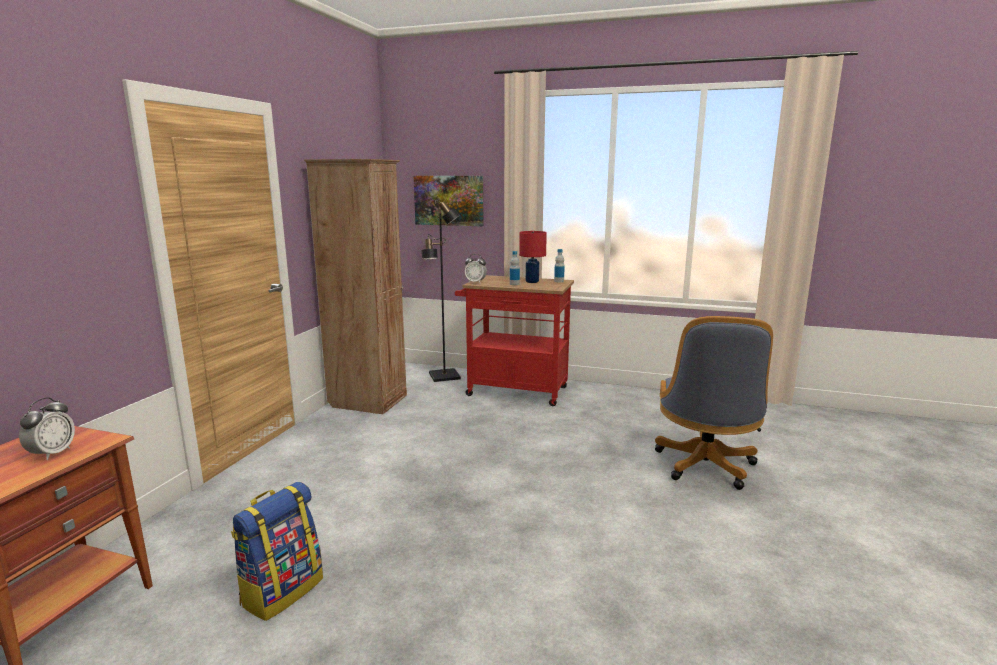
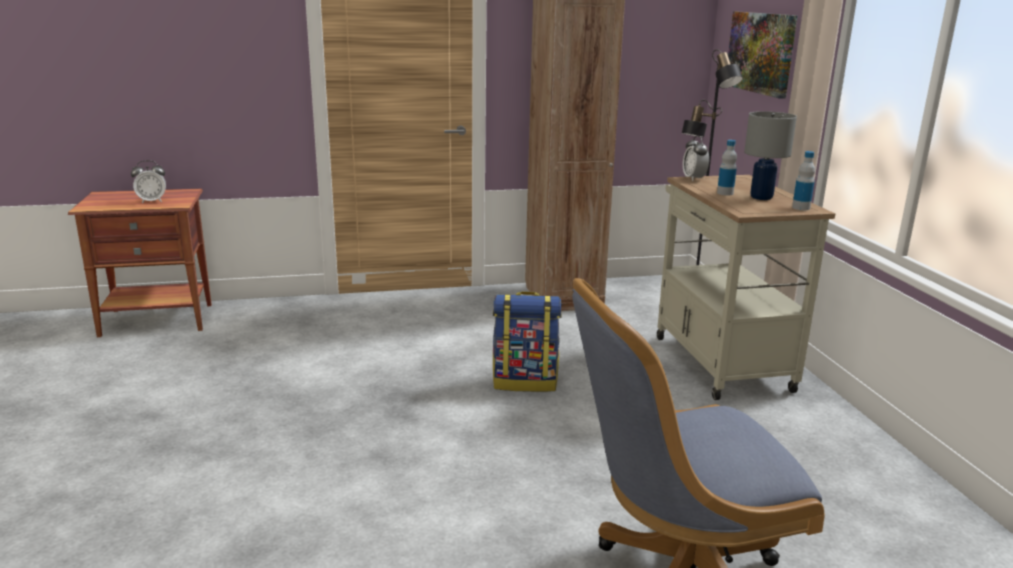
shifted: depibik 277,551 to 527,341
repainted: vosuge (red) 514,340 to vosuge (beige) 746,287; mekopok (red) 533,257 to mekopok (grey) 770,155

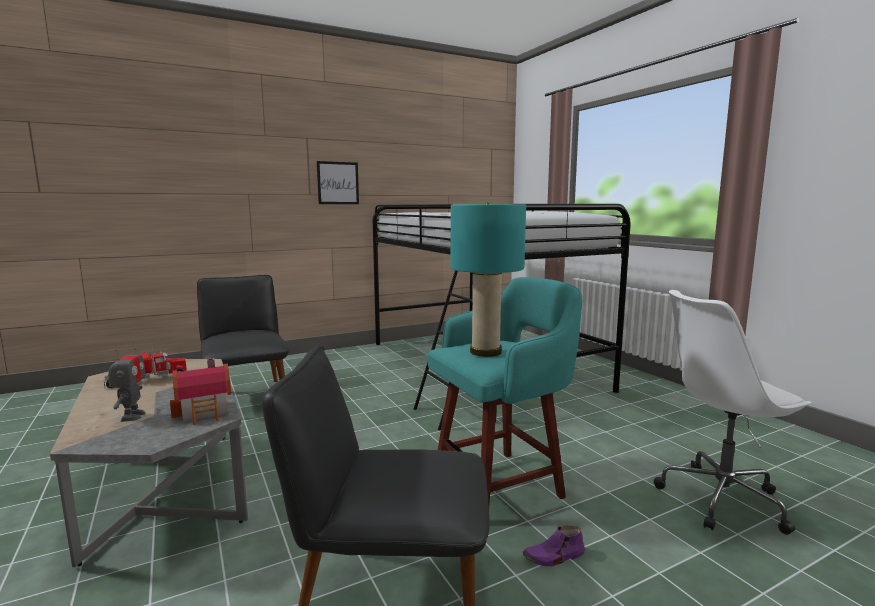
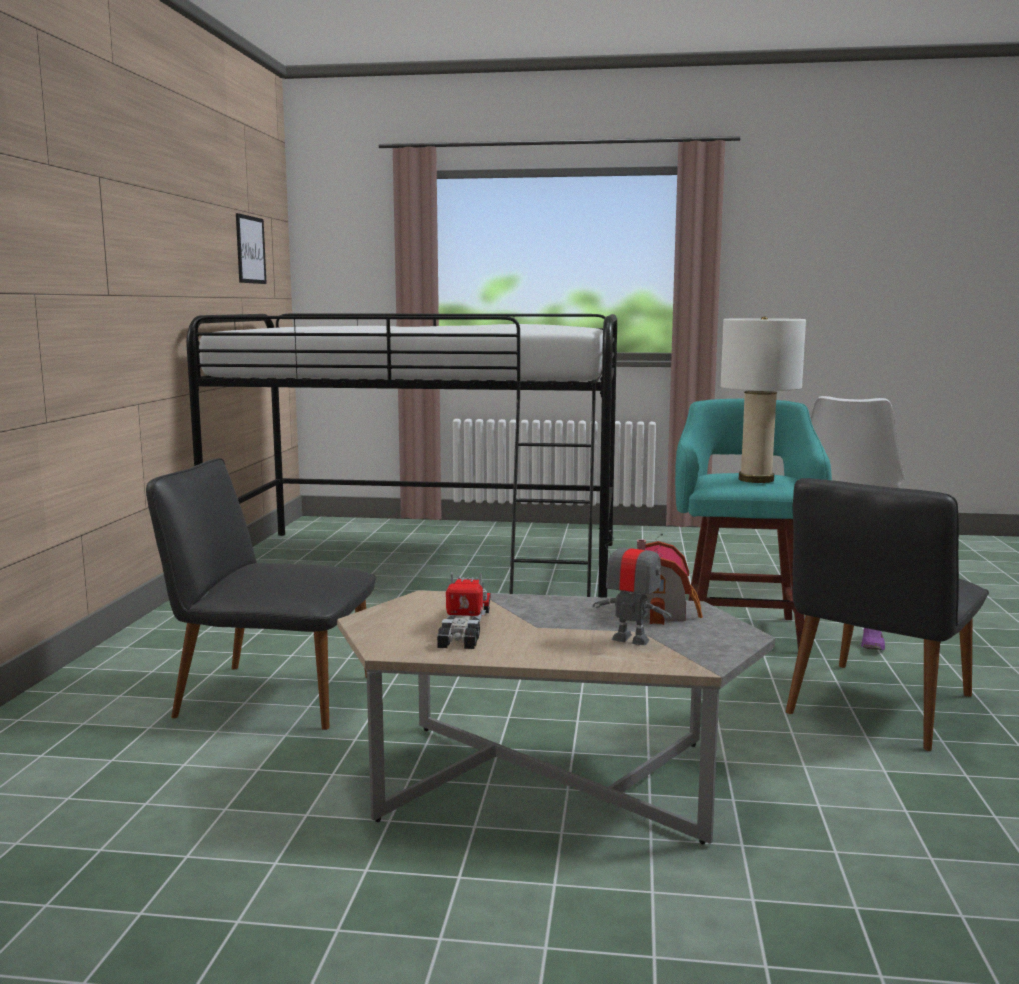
shifted: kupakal 338,182 to 251,248
repainted: mekopok (turquoise) 488,279 to mekopok (white) 763,399

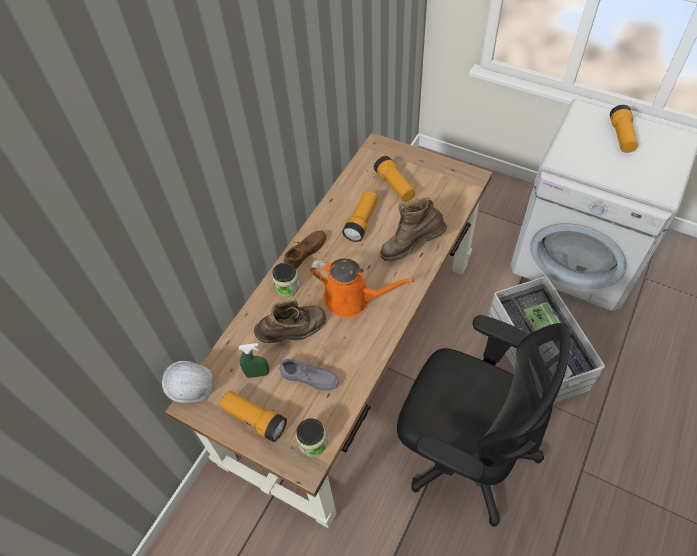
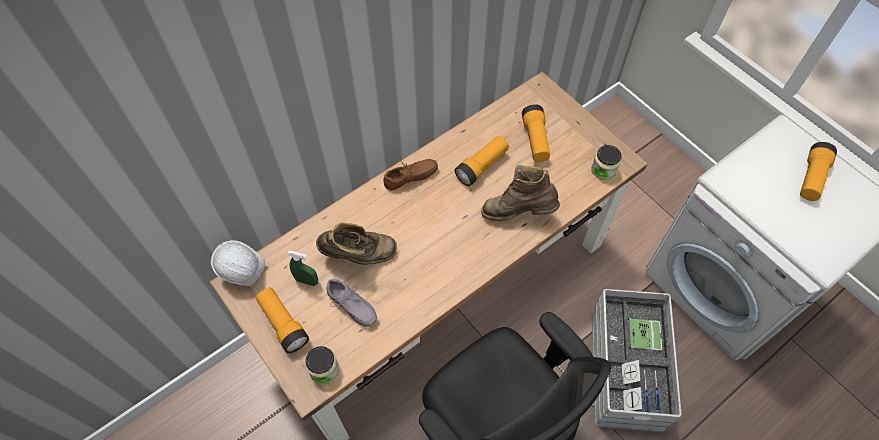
gone: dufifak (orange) 361,288
shifted: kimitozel 286,279 to 606,162

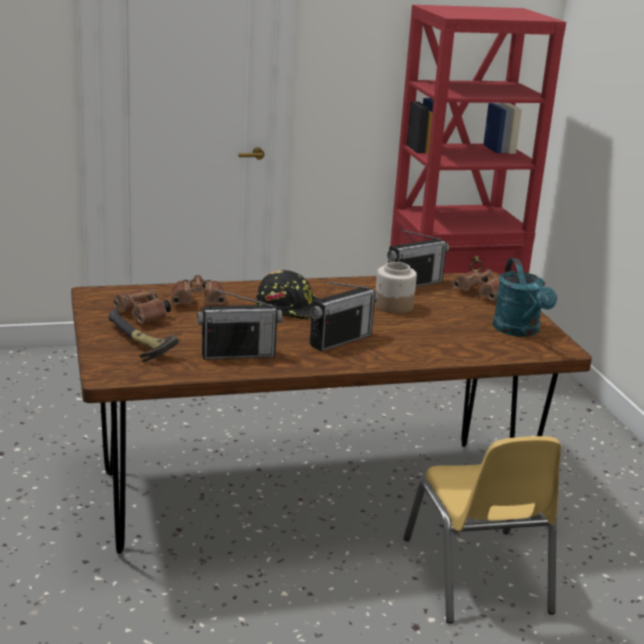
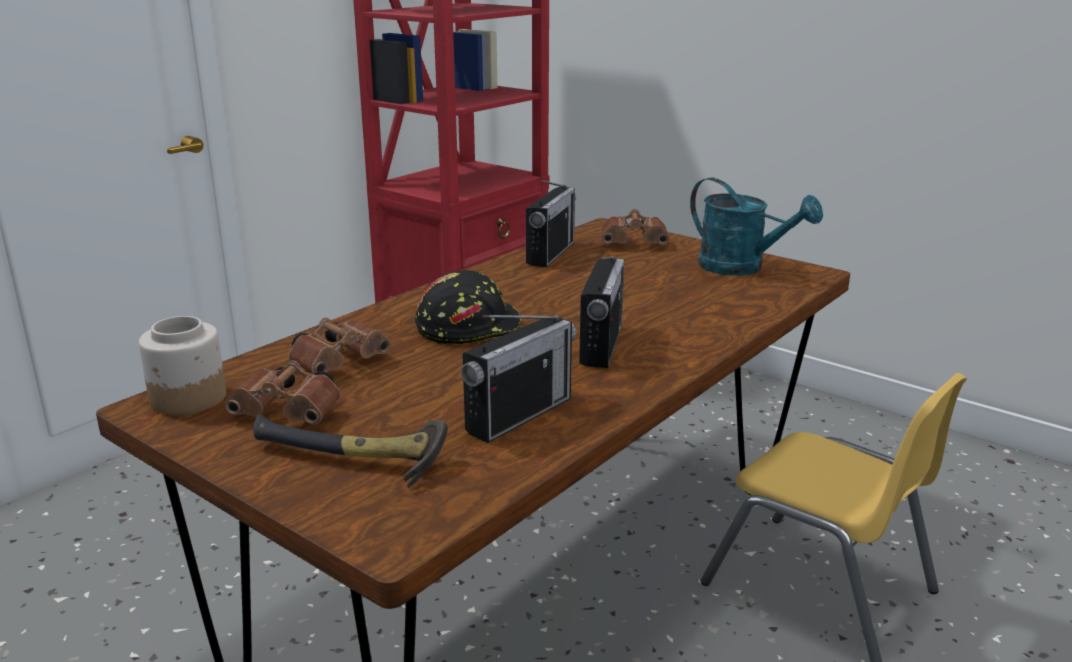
shifted: kimitozel 396,288 to 182,365

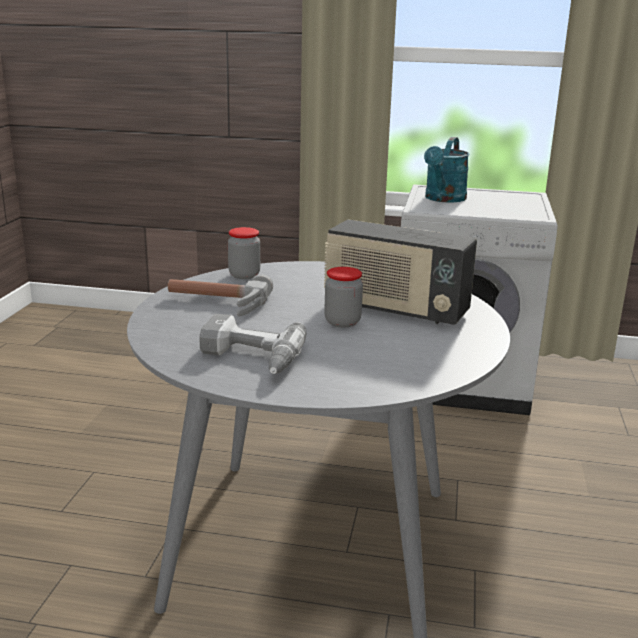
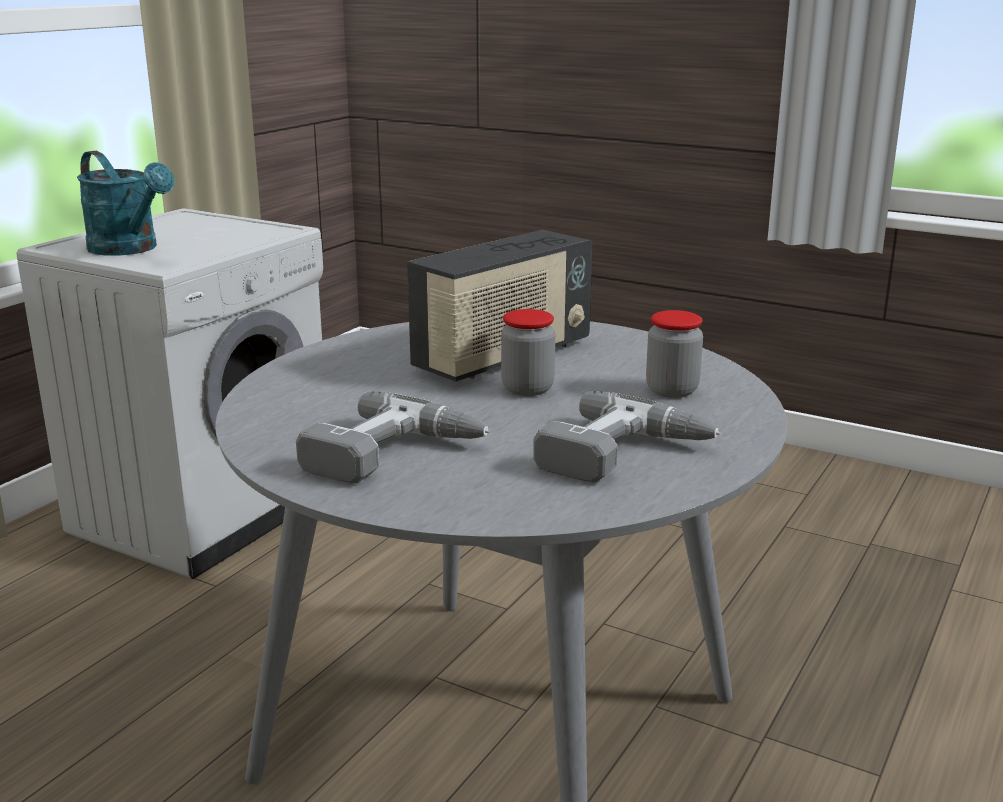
shifted: kimitozel 244,253 to 674,354
swapped: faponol 220,295 to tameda 393,438

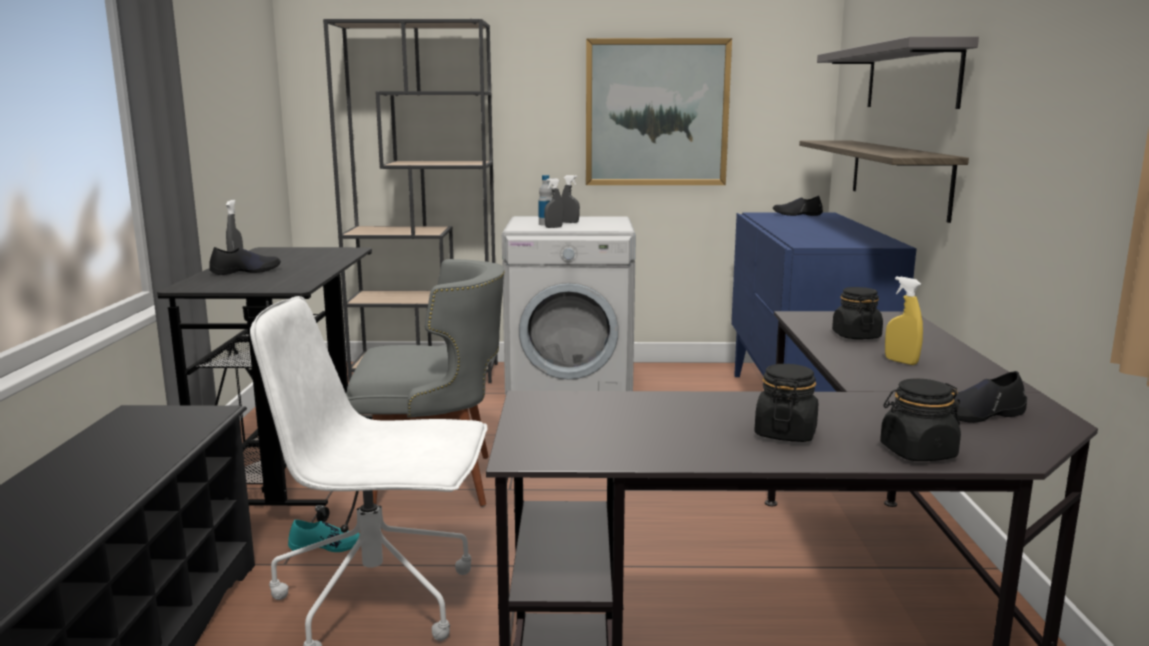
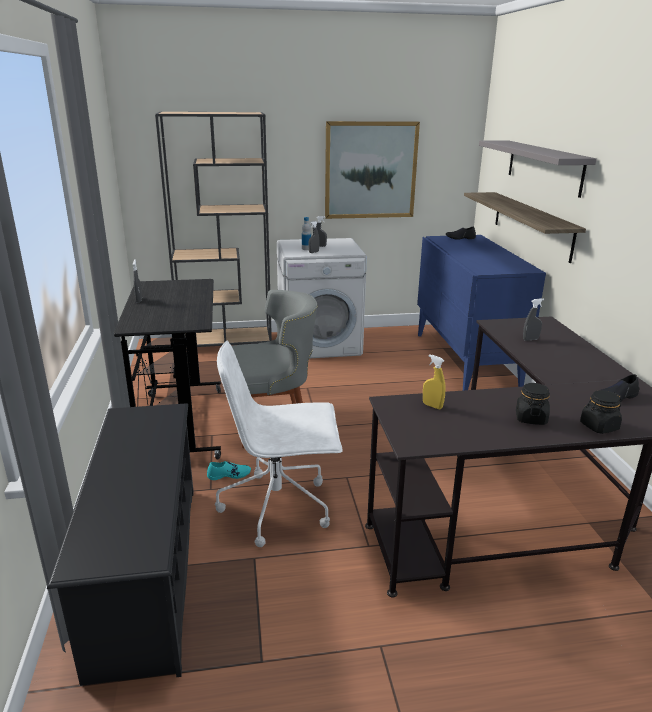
gone: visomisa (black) 245,261
shifted: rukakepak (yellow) 904,320 to 434,381
swapped: kimitozel (black) 857,313 to rukakepak (grey) 533,319

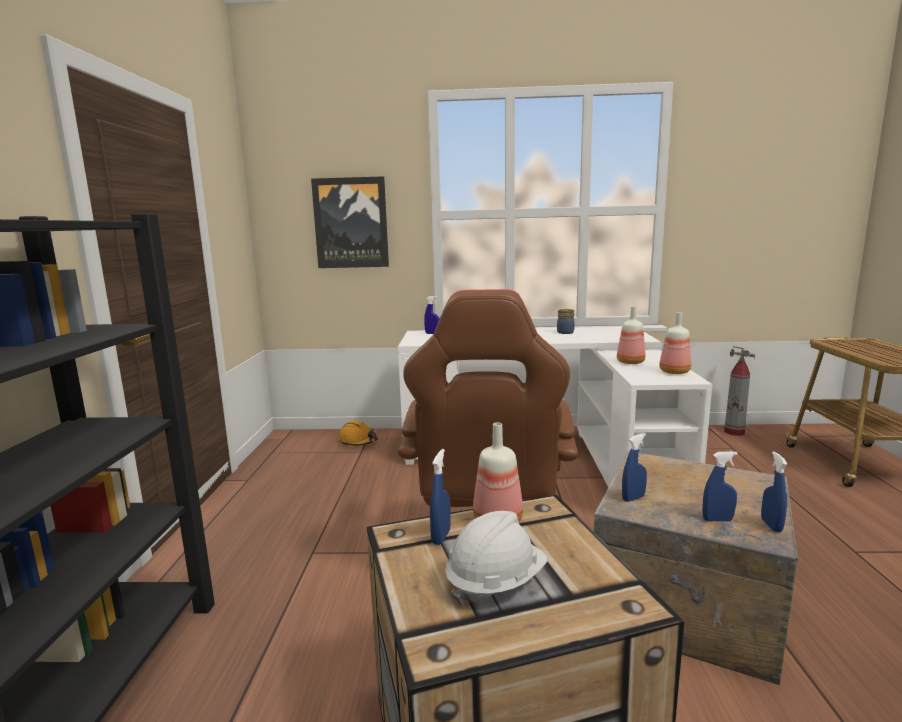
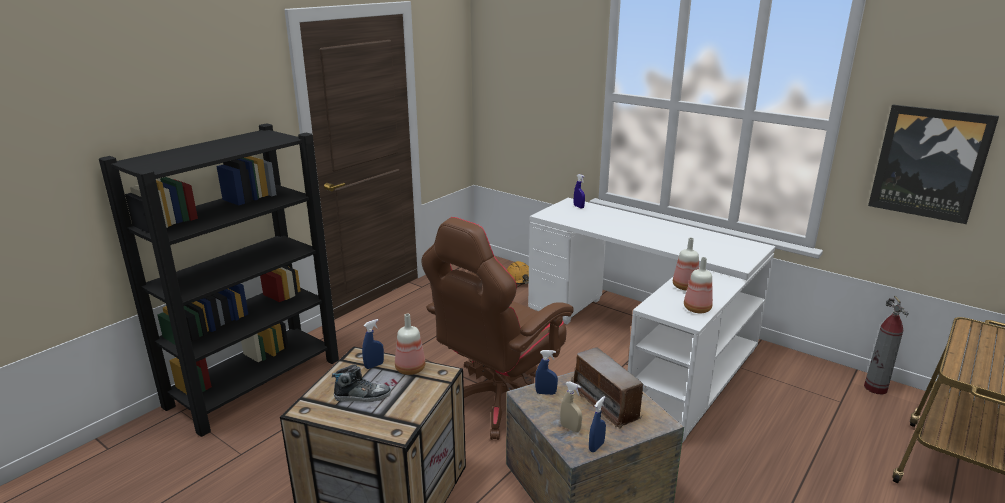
gone: kimitozel 566,321
new: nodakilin 608,388
shifted: kupakal 350,222 to 933,164
swapped: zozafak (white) 496,558 to visomisa 361,383
repainted: rukakepak (blue) 720,486 to rukakepak (beige) 571,406

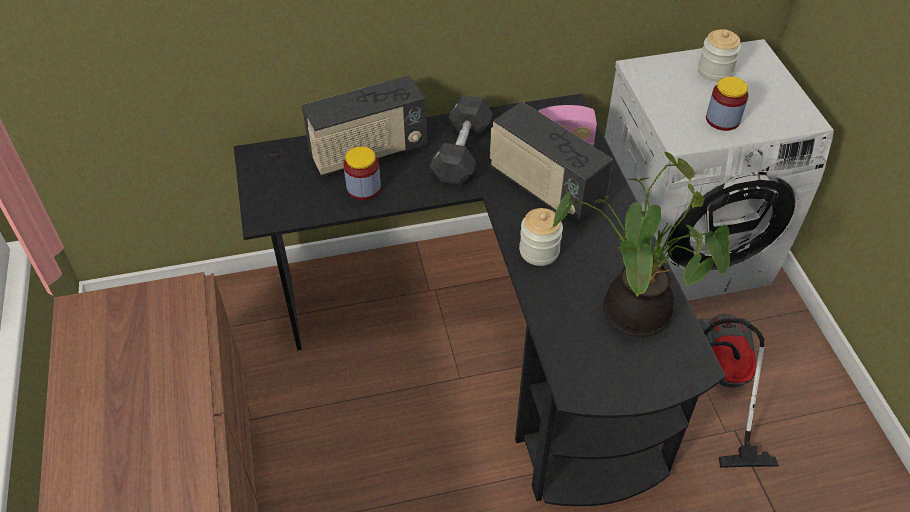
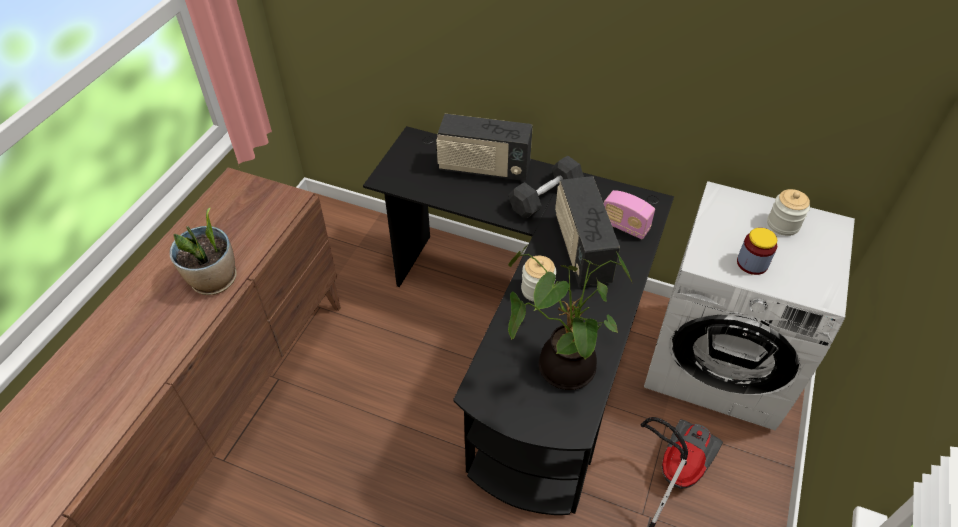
gone: kimitozel 362,173
new: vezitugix 203,251

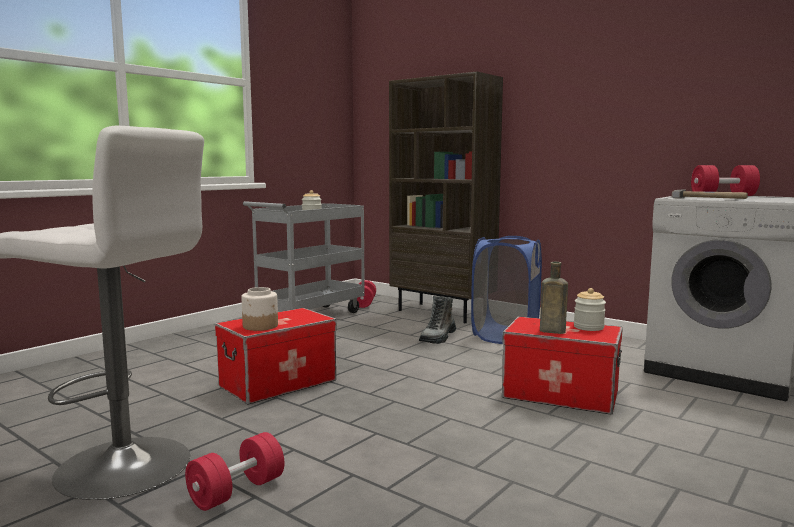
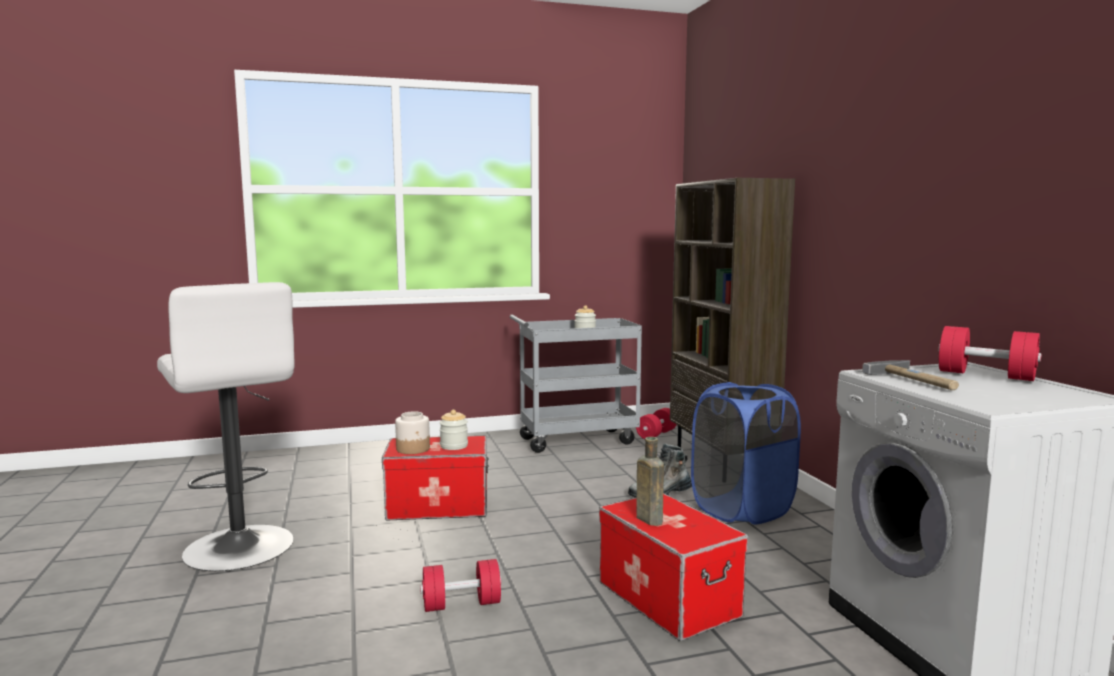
shifted: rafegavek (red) 235,471 to 460,585; kimitozel 590,309 to 453,430

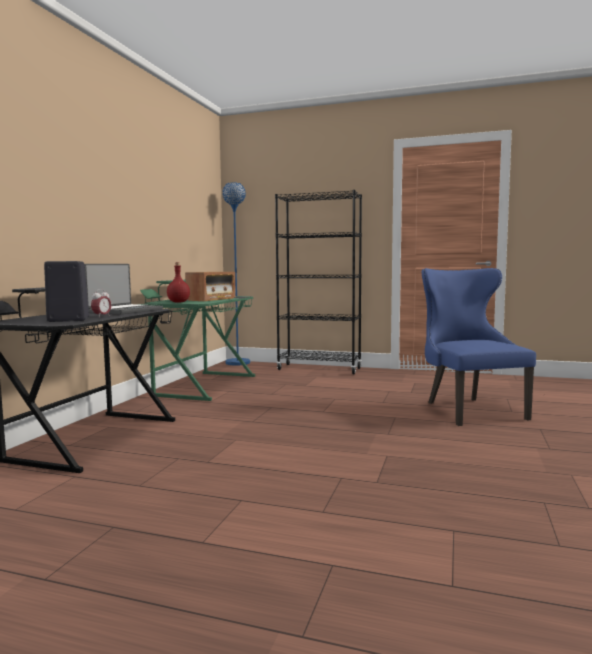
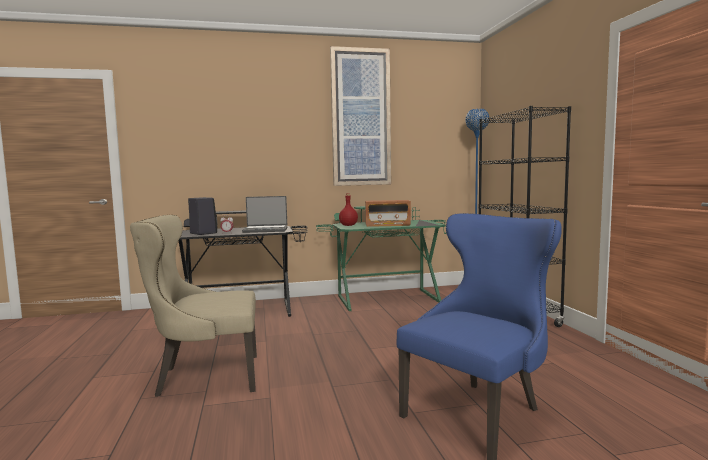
new: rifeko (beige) 193,306; kupakal 360,116

